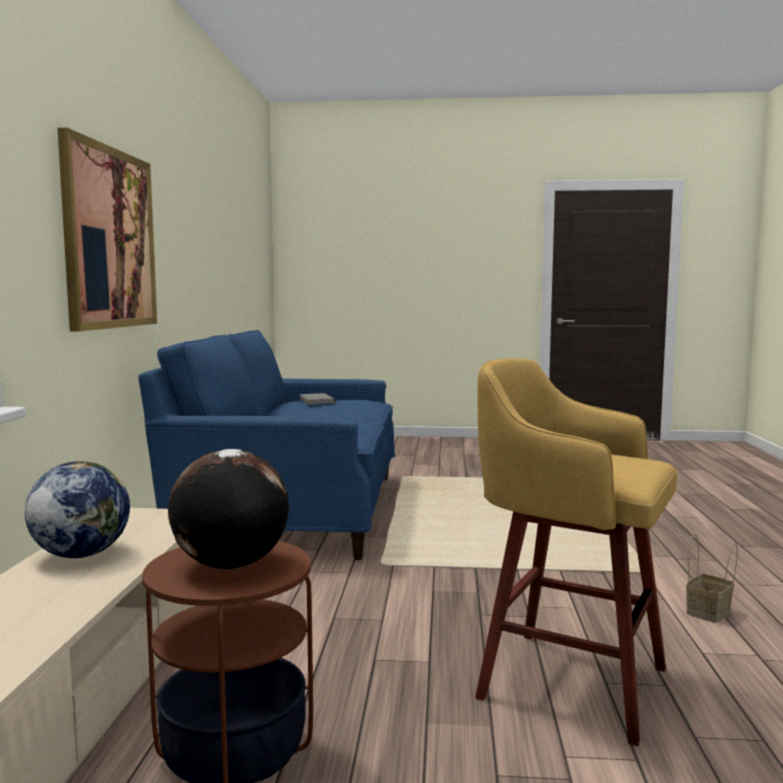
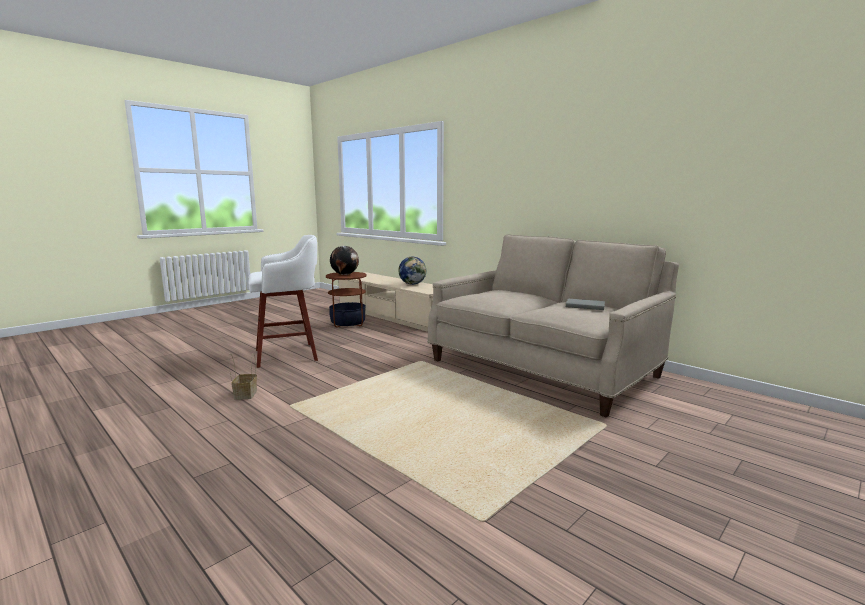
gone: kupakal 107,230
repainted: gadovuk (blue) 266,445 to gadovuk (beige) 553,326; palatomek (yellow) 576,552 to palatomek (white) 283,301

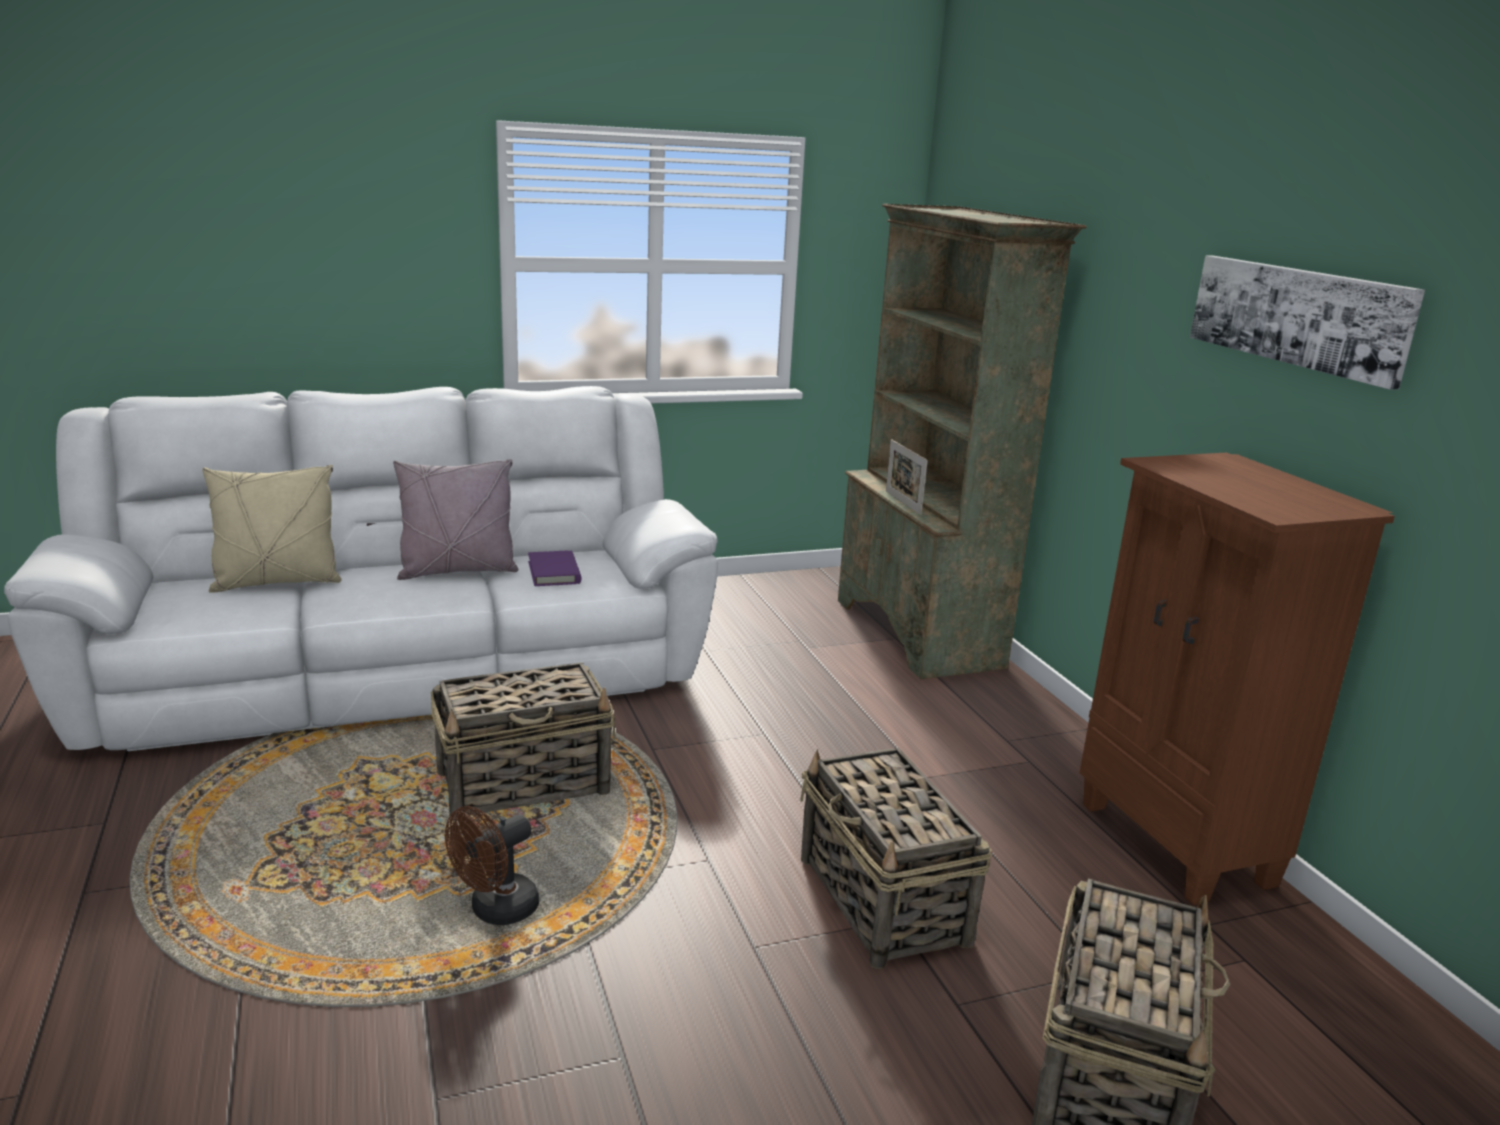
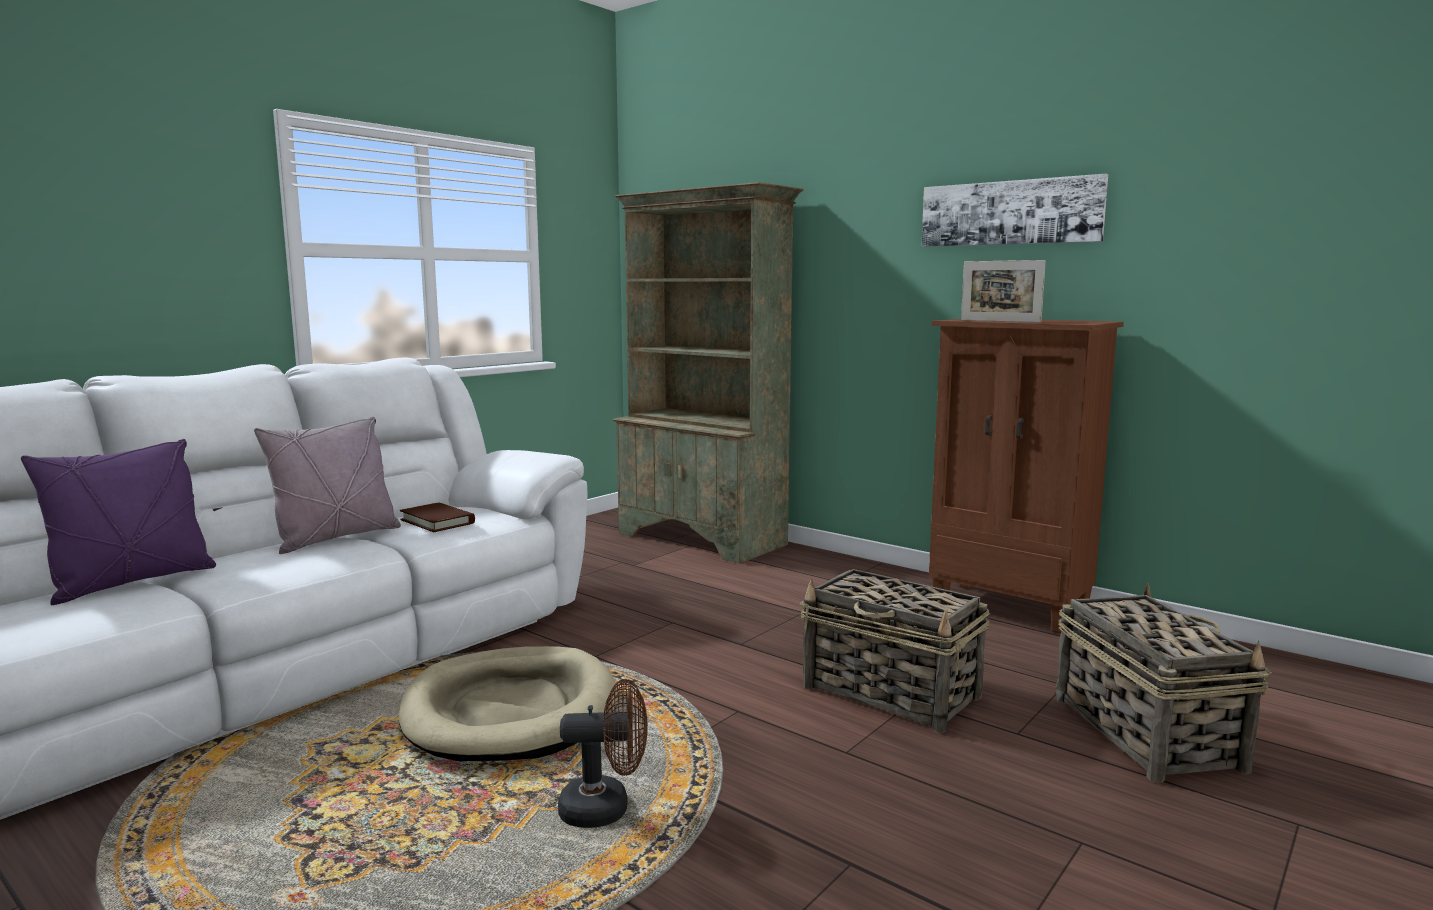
shifted: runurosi 907,477 to 1003,291
swapped: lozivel 523,741 to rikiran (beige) 508,704
repainted: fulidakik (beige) 272,529 to fulidakik (purple) 118,522; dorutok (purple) 555,568 to dorutok (brown) 437,517
rotated: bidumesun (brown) 492,865 = 603,753 105 degrees counterclockwise

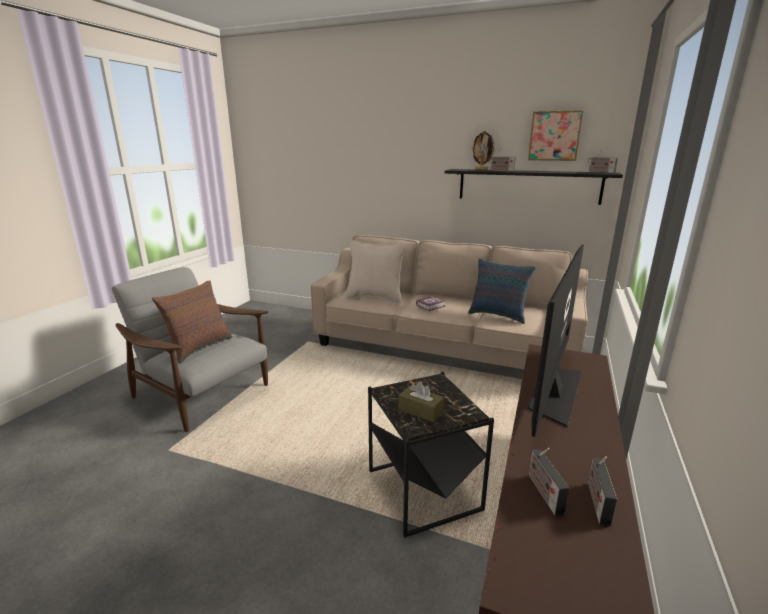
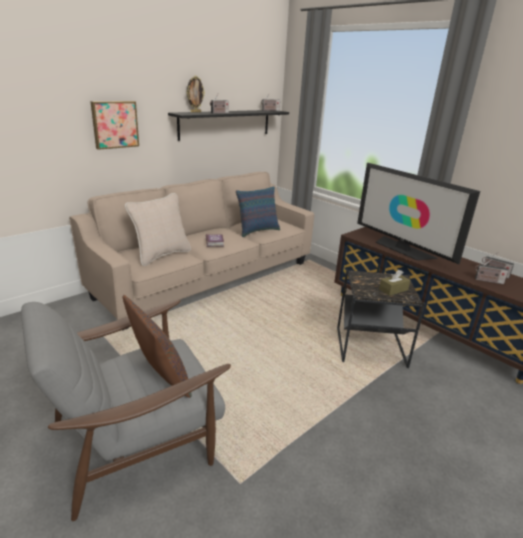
shifted: kupakal 555,135 to 114,125

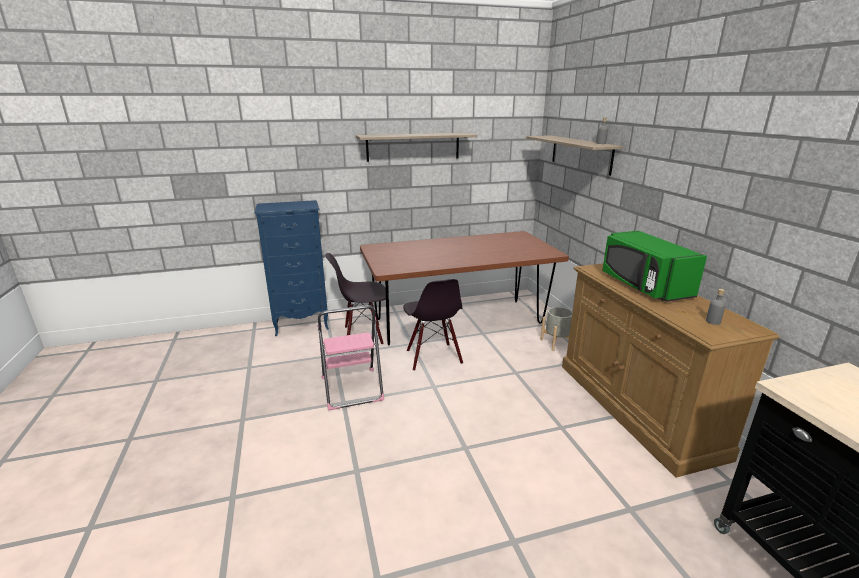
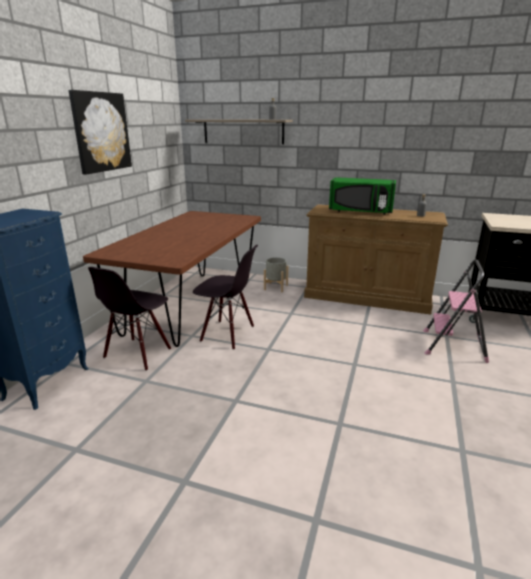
shifted: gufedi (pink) 350,358 to 456,311
swapped: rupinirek 417,147 to kupakal 100,132

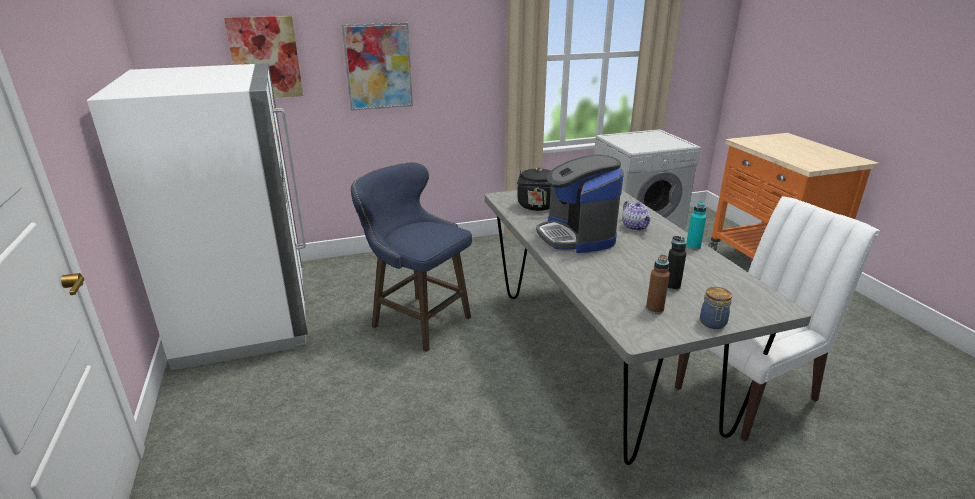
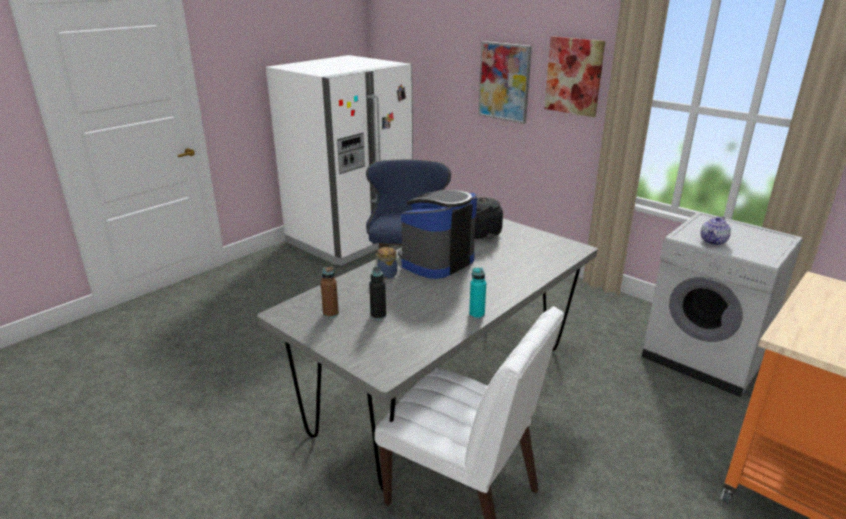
shifted: kupakal 263,57 to 574,76; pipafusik 637,216 to 716,230; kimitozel 716,308 to 386,263

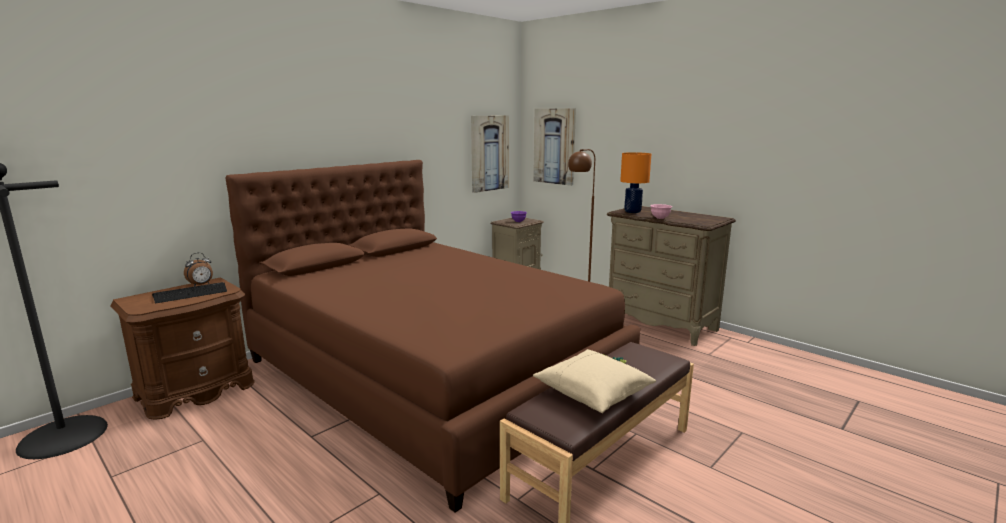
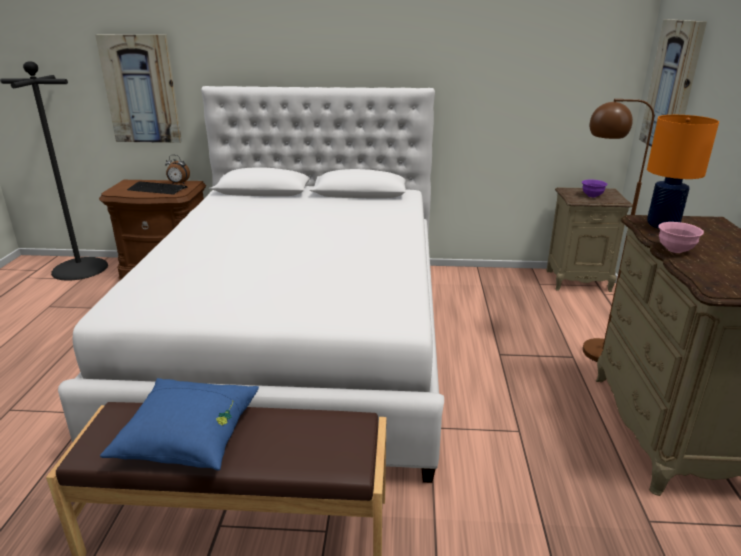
shifted: kupakal 490,154 to 138,88
repainted: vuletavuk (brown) 432,336 to vuletavuk (white) 251,284; fulidakik (beige) 594,381 to fulidakik (blue) 179,424

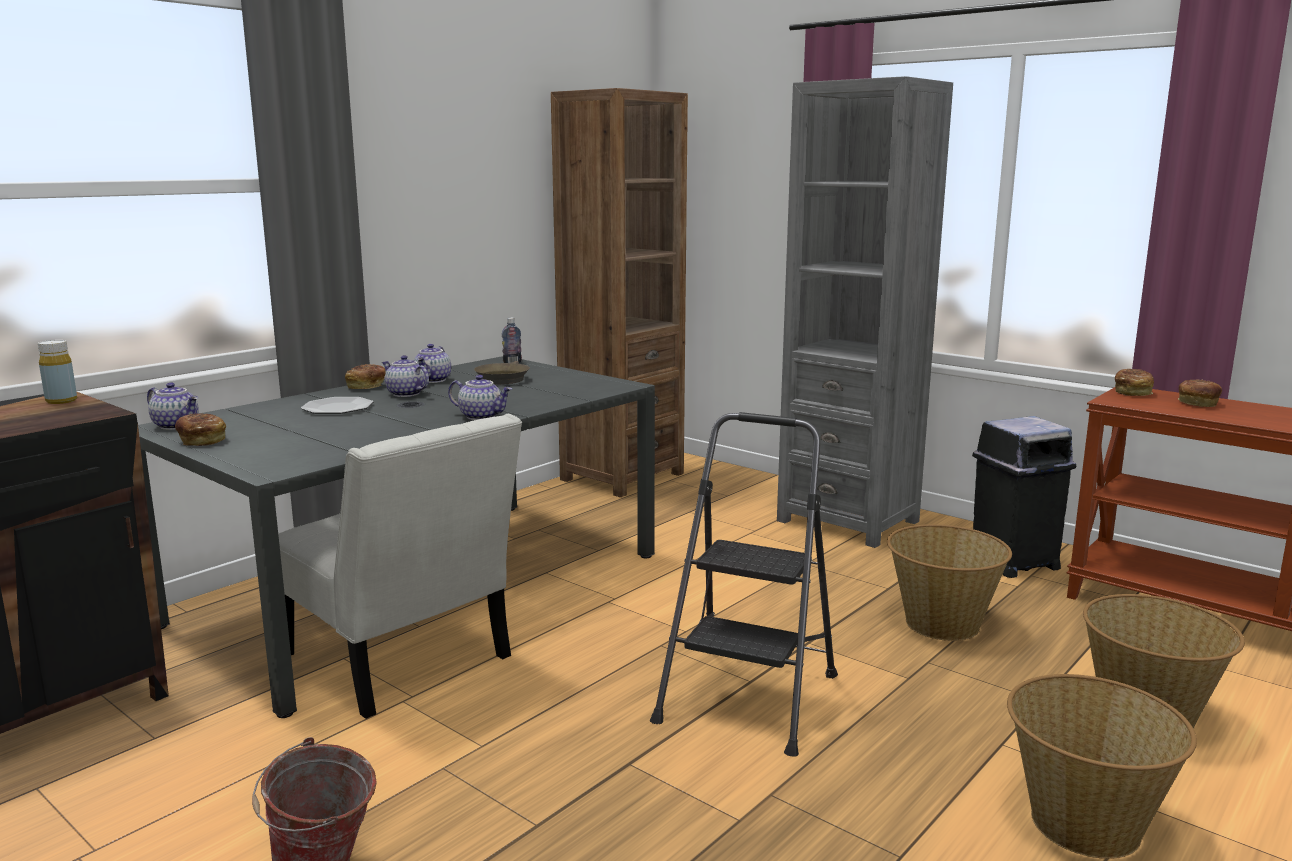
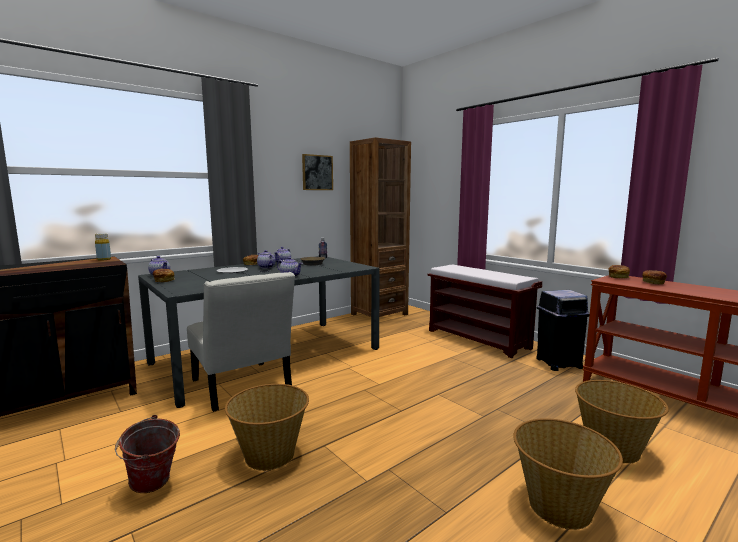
gone: gufedi (black) 744,584
new: kupakal 317,172
shifted: lozivel 949,582 to 267,427
swapped: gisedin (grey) 865,312 to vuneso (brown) 484,311

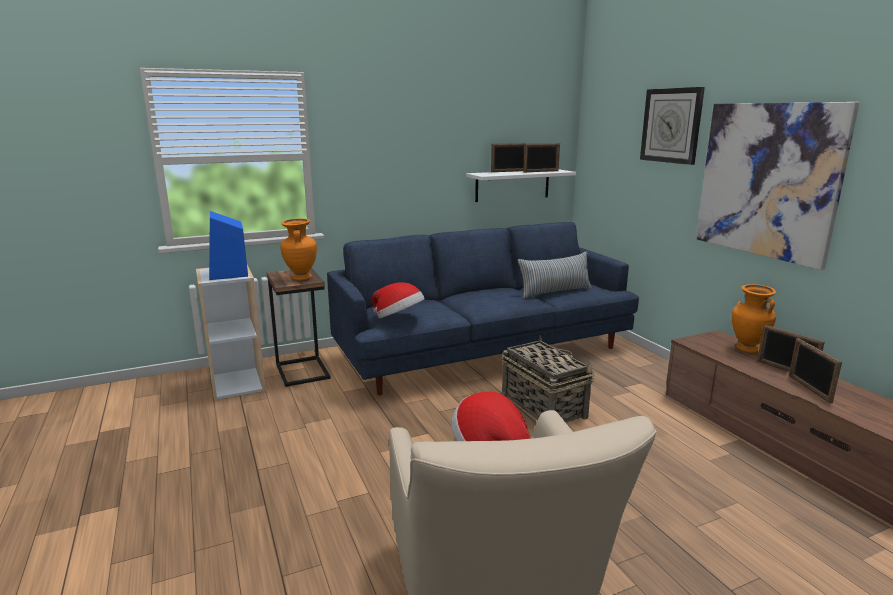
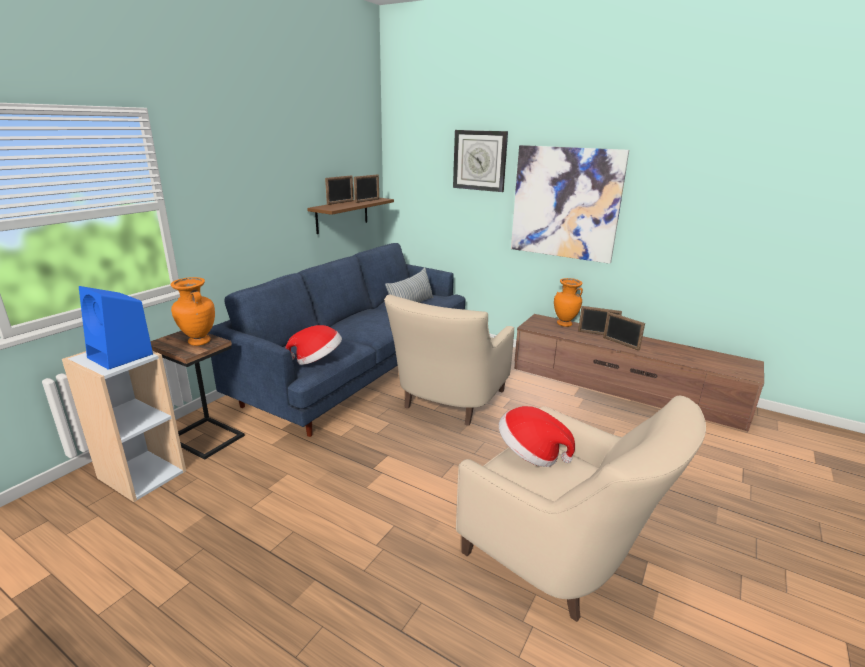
swapped: lozivel 548,378 to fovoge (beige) 449,360
repainted: rupinirek (white) 521,185 to rupinirek (brown) 350,216

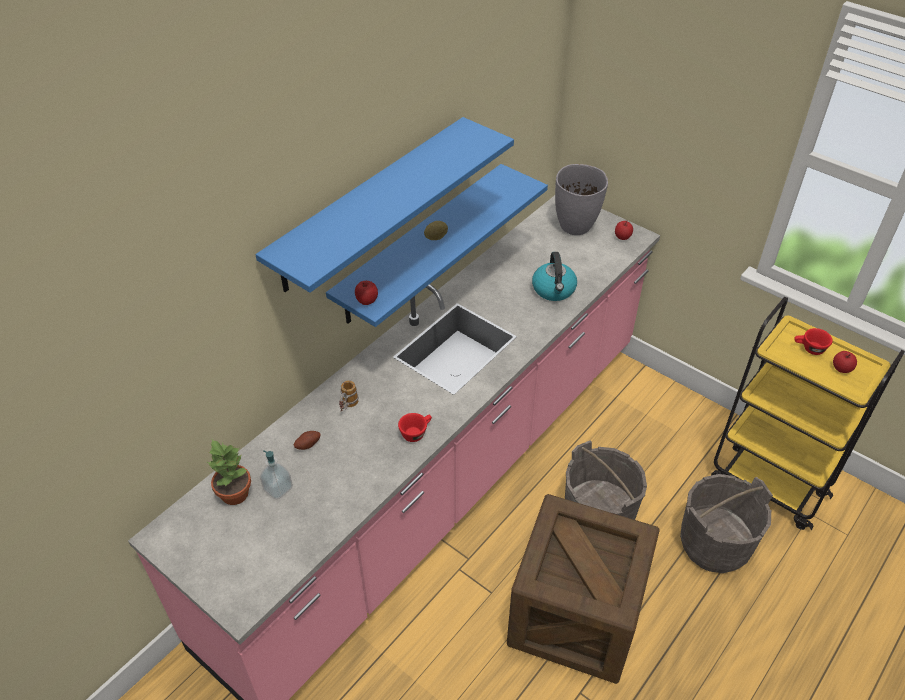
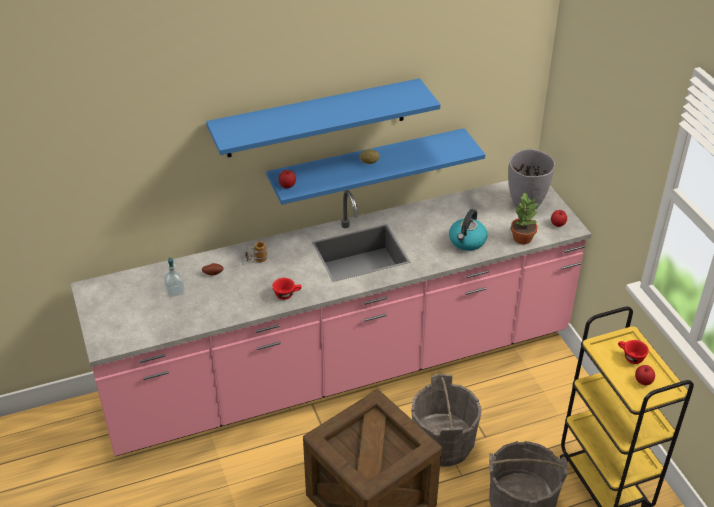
shifted: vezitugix 229,472 to 525,218

